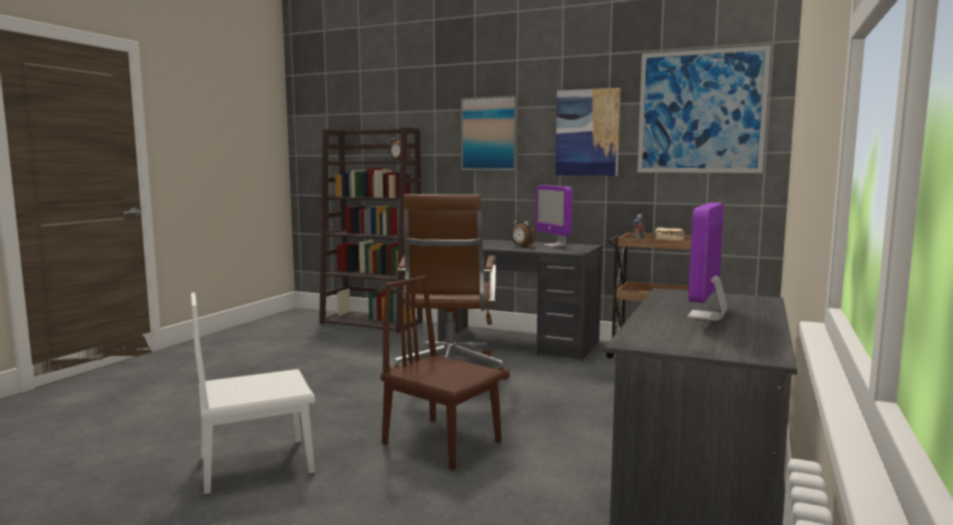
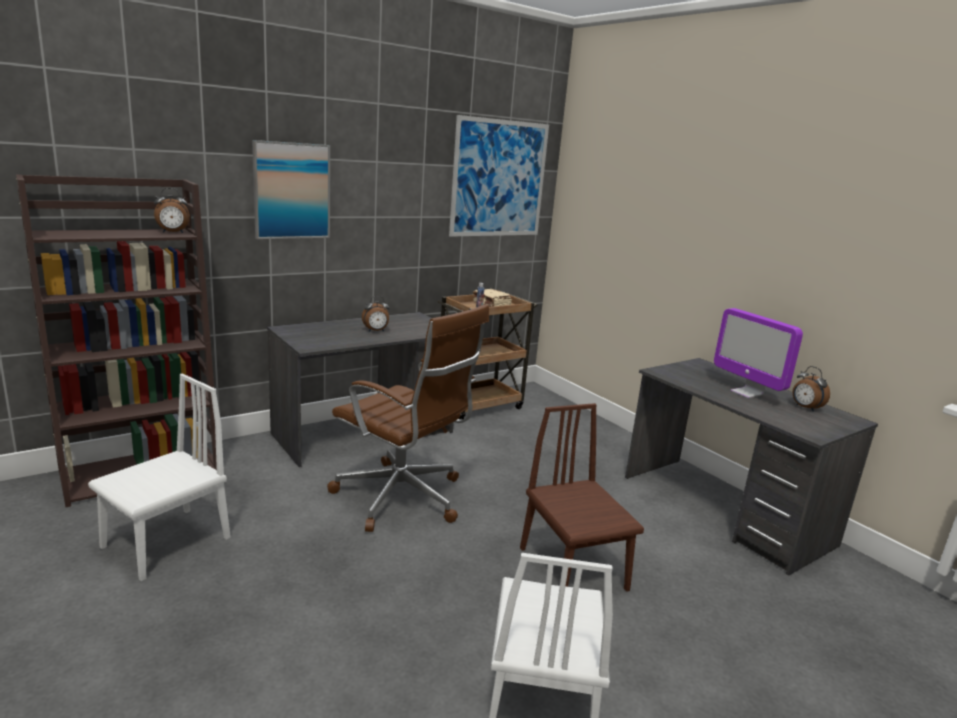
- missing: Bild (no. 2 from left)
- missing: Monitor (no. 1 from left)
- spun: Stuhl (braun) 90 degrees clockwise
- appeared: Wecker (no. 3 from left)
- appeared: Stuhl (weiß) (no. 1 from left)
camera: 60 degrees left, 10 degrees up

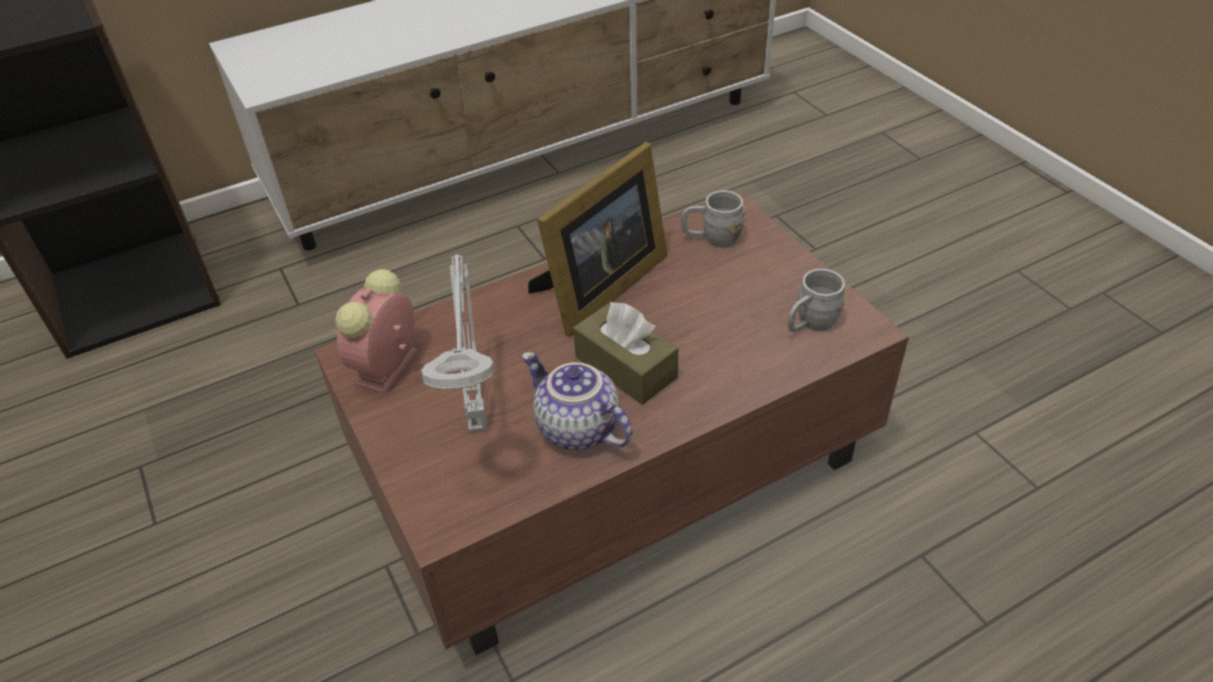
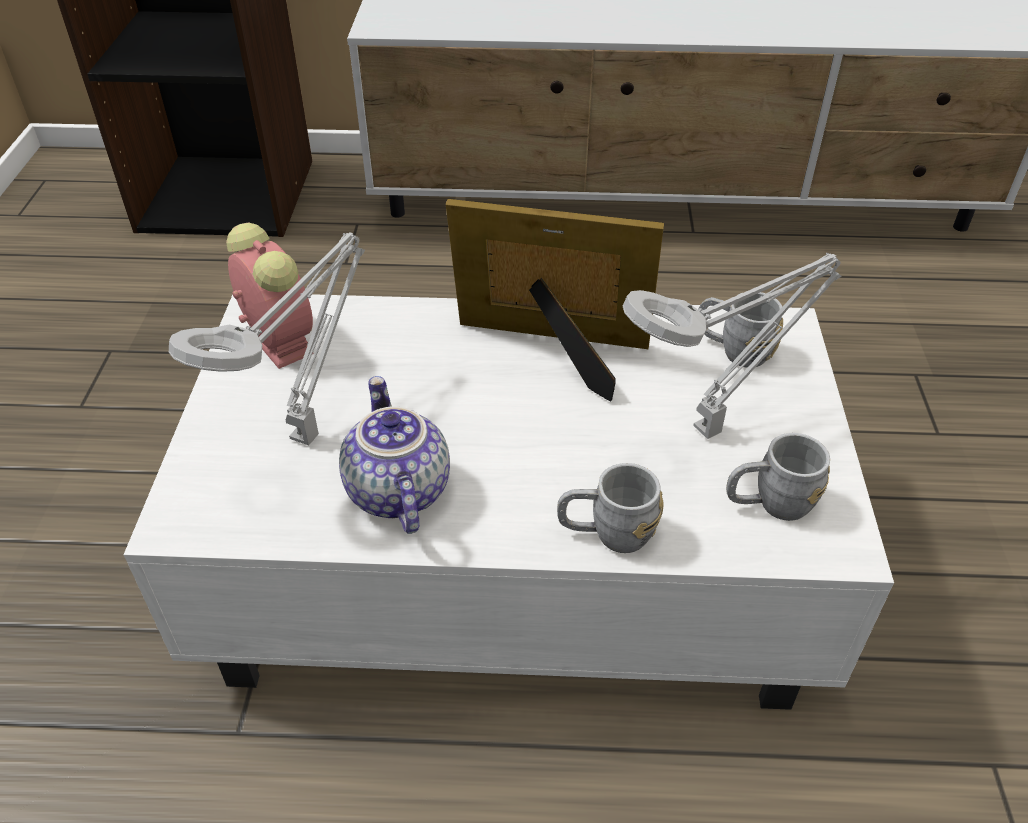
- spun: Bilderrahmen 150 degrees counterclockwise
- colour: Couchtisch (braun) to Couchtisch (weiß)
- spun: Wecker 90 degrees clockwise
- missing: Taschentuchbox (braun)
- appeared: Tischlampe (grau) (no. 2 from left)
- appeared: Henkelbecher (grau) (no. 1 from left)
camera: 30 degrees right, 0 degrees up

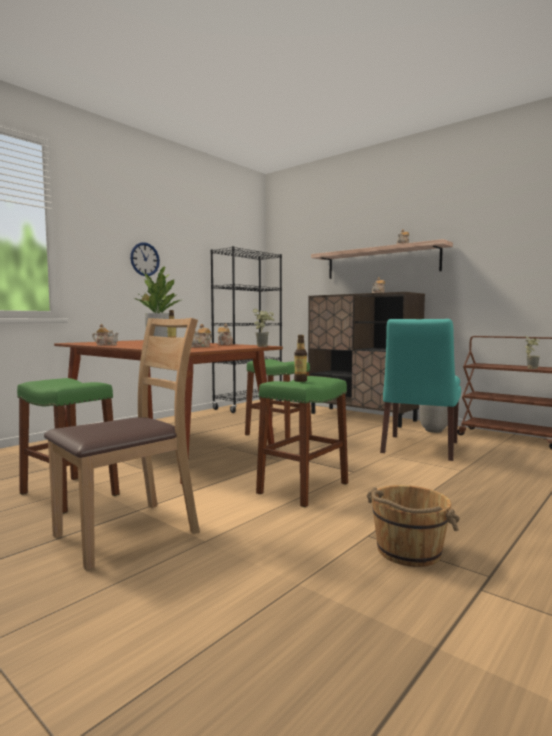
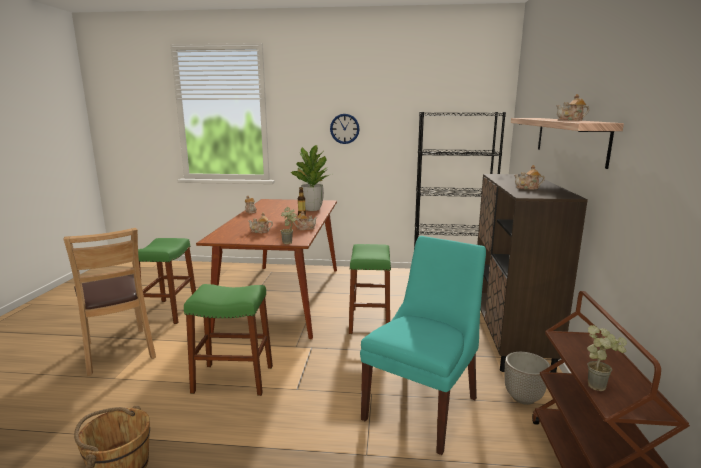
- spun: Stuhl (braun) 45 degrees clockwise
- spun: Stuhl (türkis) 135 degrees clockwise
- missing: Flasche (no. 2 from left)
camera: 55 degrees right, 10 degrees up

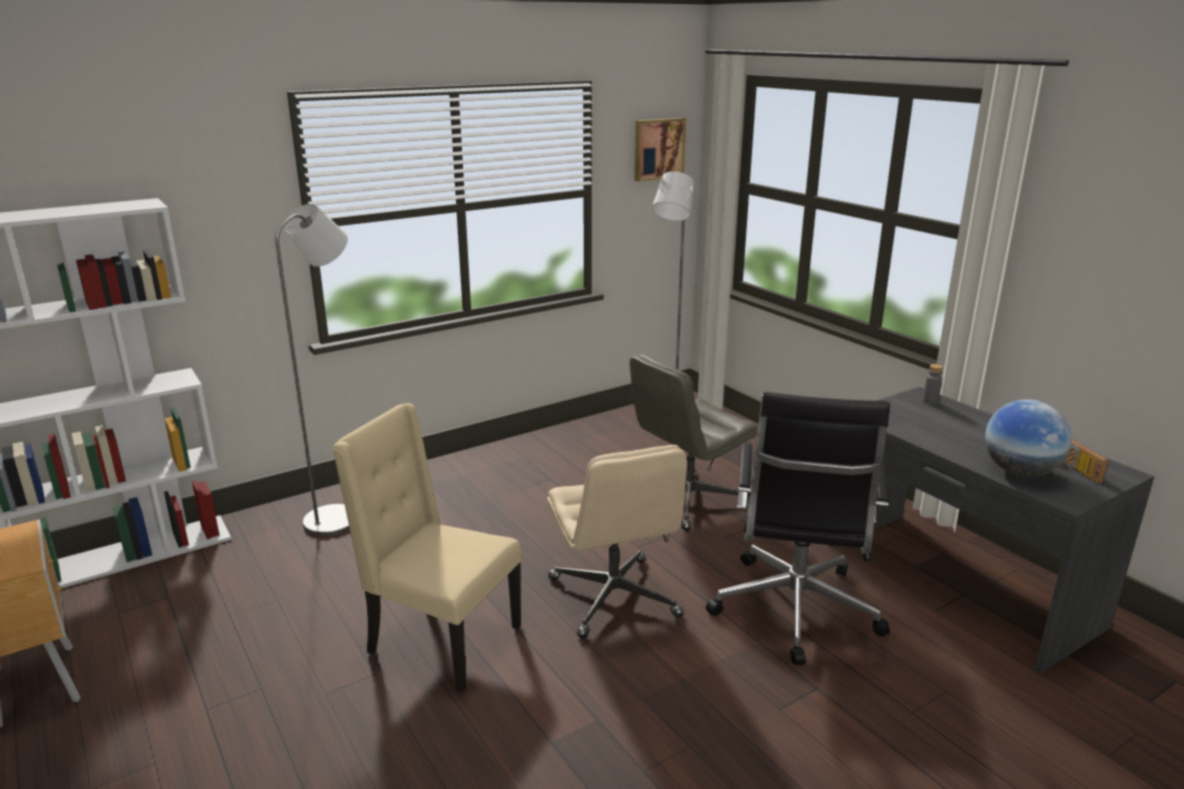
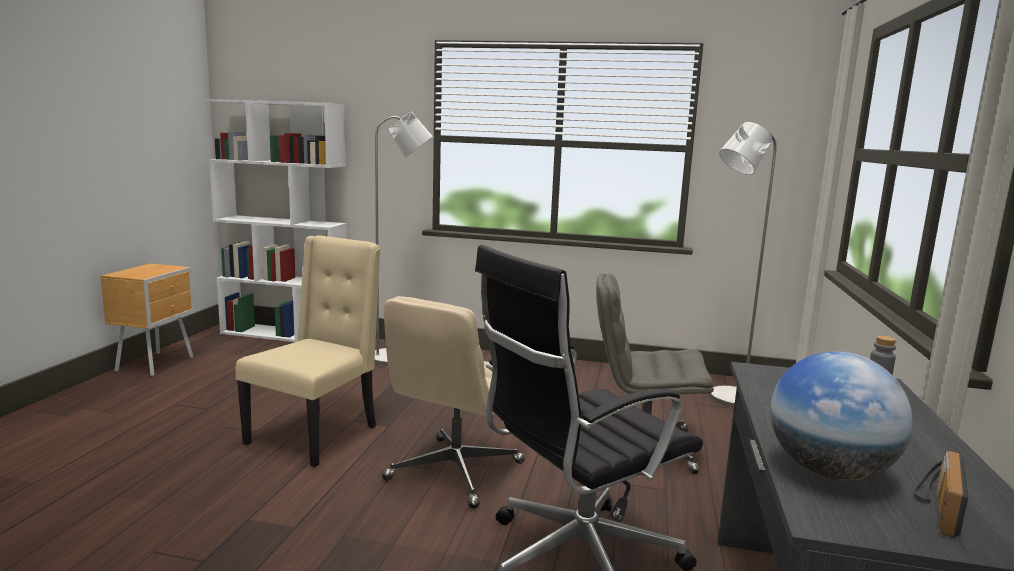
- missing: Bild
- spun: Stuhl (beige) 45 degrees clockwise
camera: 45 degrees right, 10 degrees down

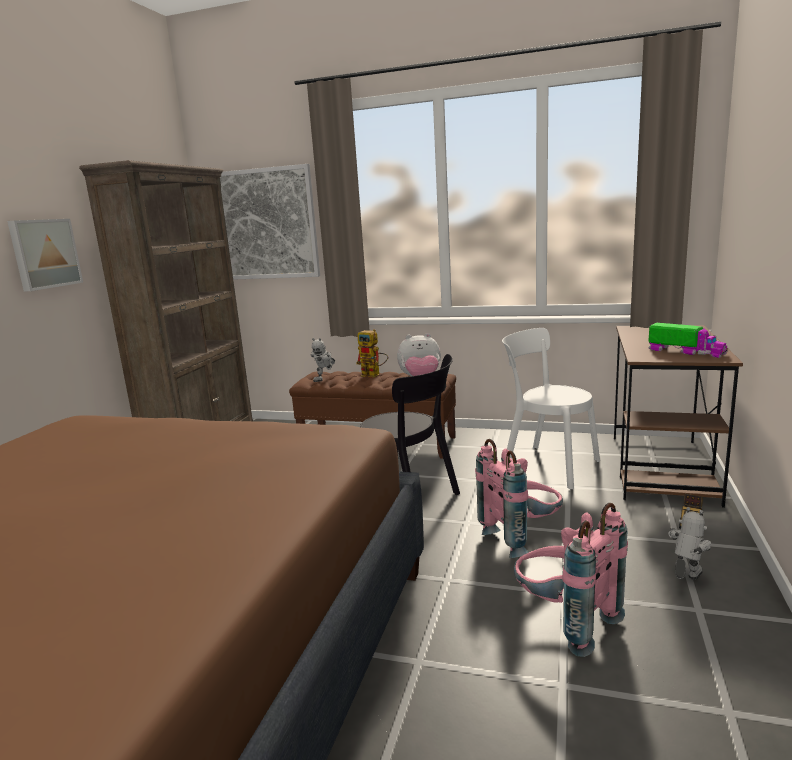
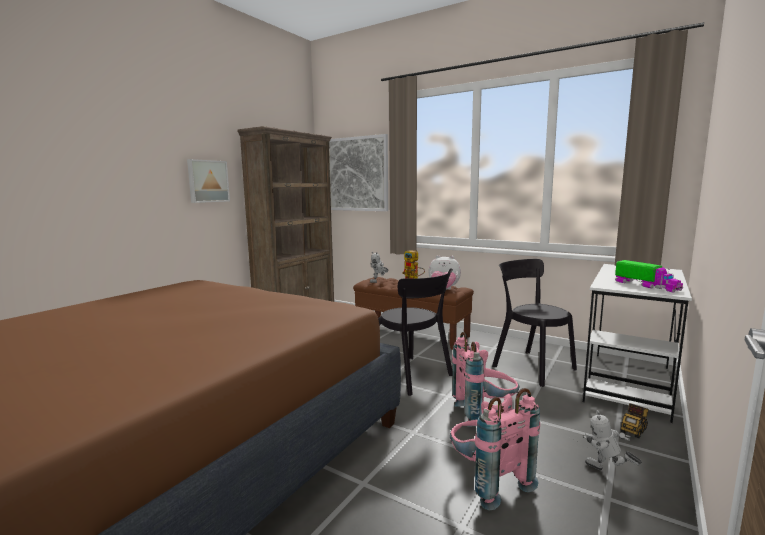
- colour: Schreibtisch (braun) to Schreibtisch (weiß)
- colour: Stuhl (weiß) to Stuhl (schwarz) (no. 2 from left)
- spun: Spielzeugroboter (no. 3 from left) 120 degrees counterclockwise
camera: 15 degrees right, 5 degrees down

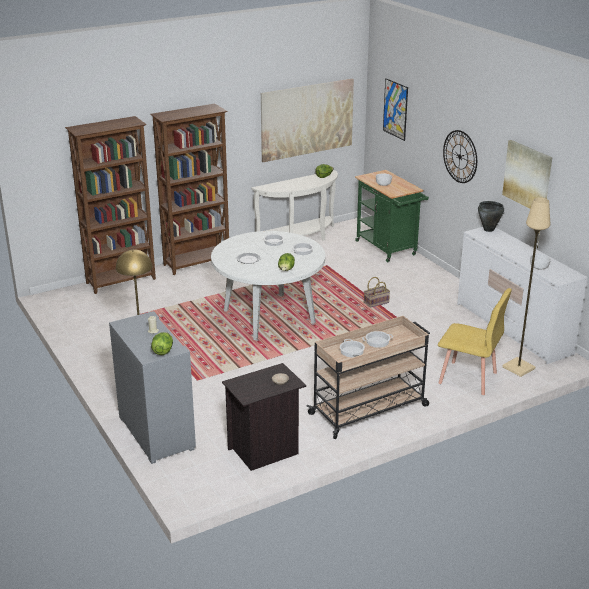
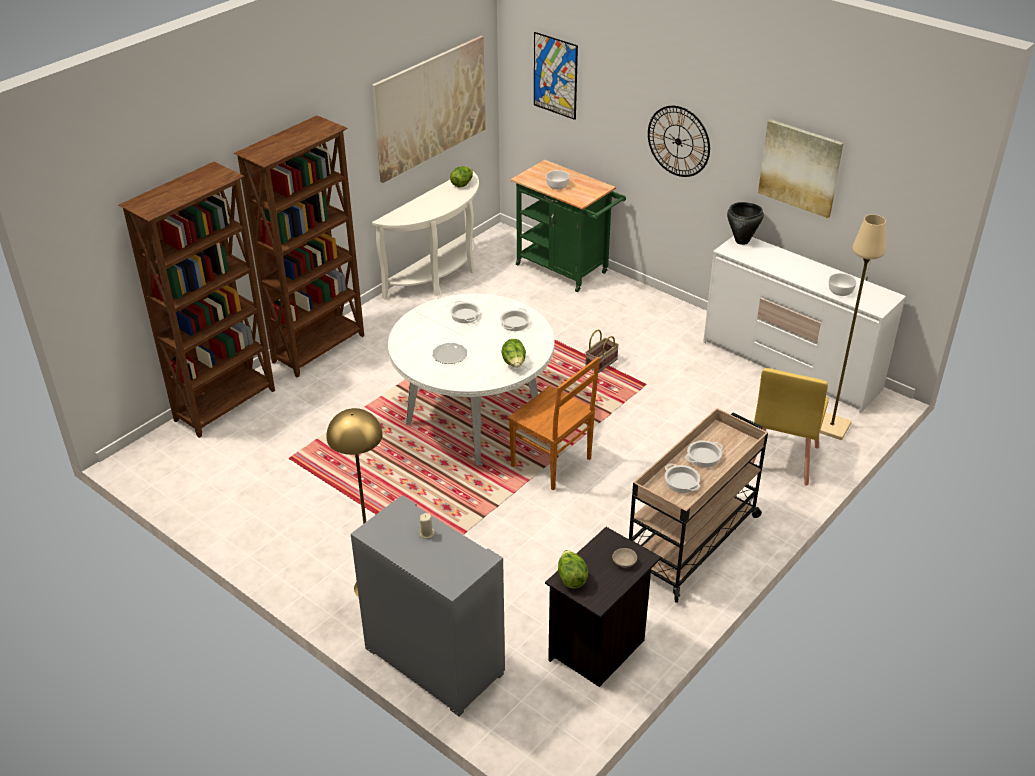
- spun: Stuhl (gelb) 105 degrees clockwise
- relocated: Salatkopf (no. 1 from left in the first image) to Salatkopf (no. 3 from left)
- appeared: Stuhl (braun)
camera: 20 degrees left, 10 degrees up

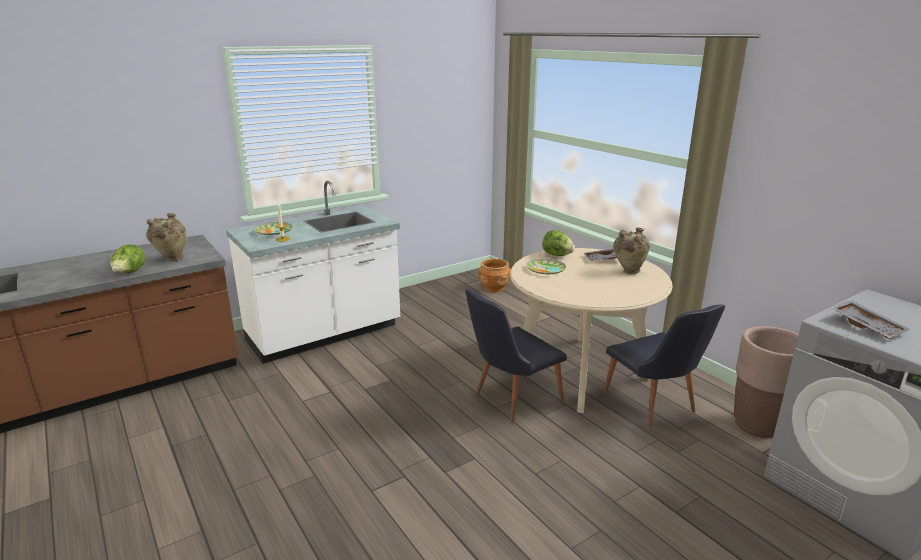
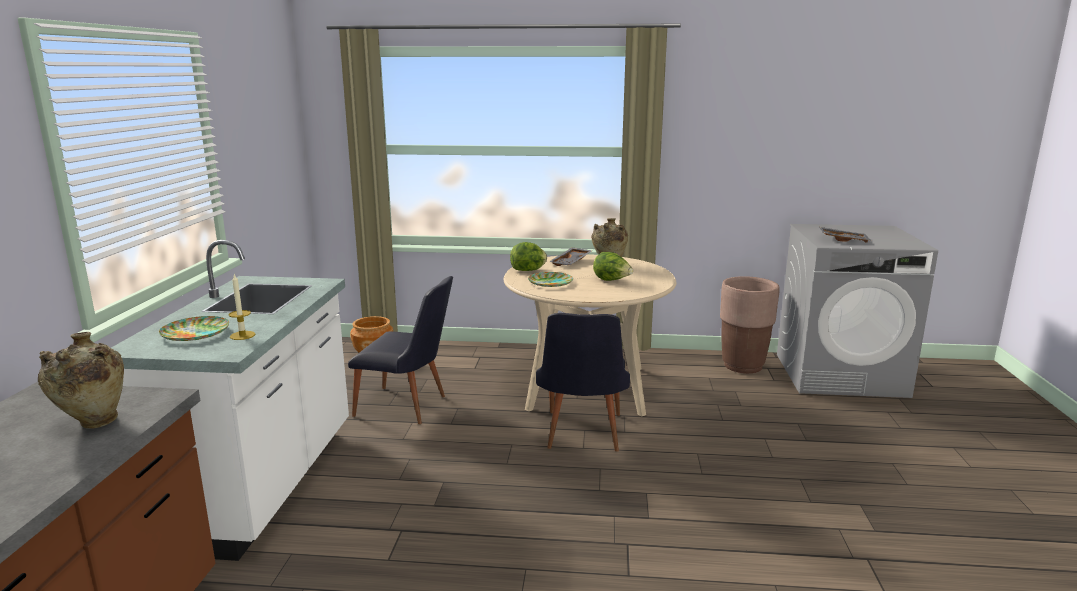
- relocated: Salatkopf (no. 1 from left in the first image) to Salatkopf (no. 2 from left)
- relocated: Stuhl (schwarz) (no. 2 from left in the first image) to Stuhl (schwarz) (no. 1 from left)
camera: 50 degrees left, 5 degrees down

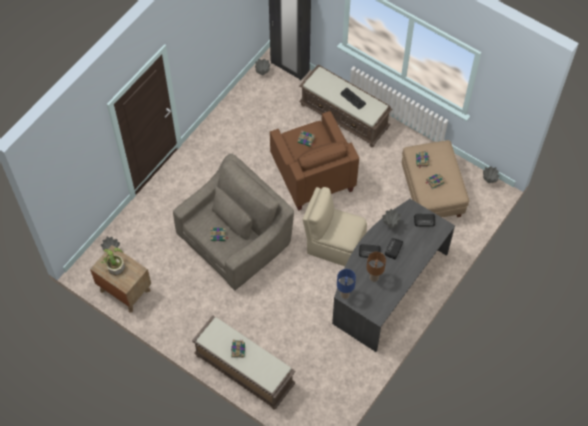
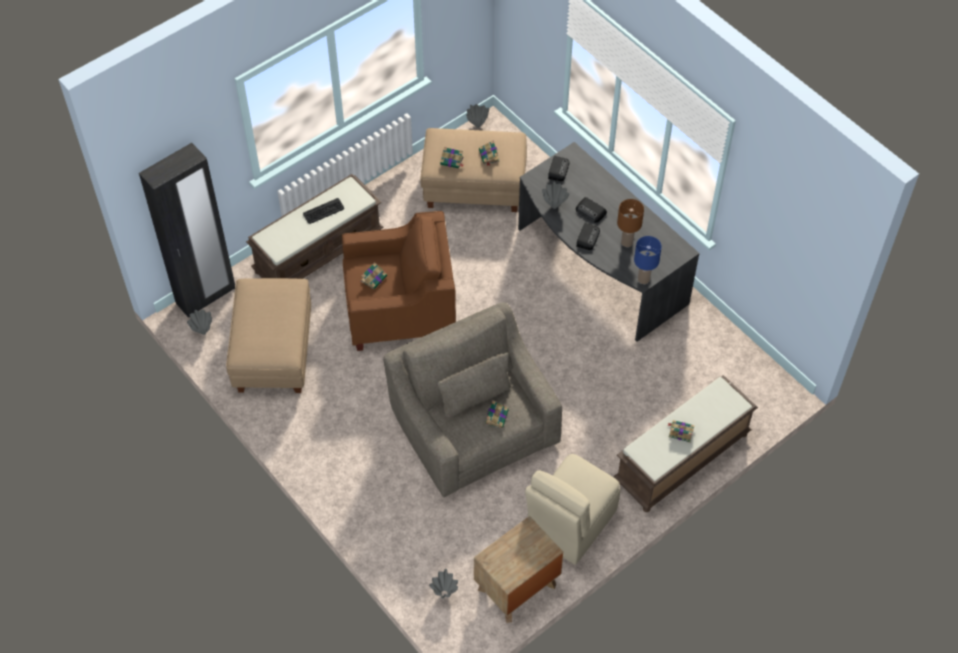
- relocated: Stuhl (beige)
- missing: Topfpflanze
- appeared: Polsterhocker (beige) (no. 1 from left)
camera: 75 degrees left, 5 degrees down

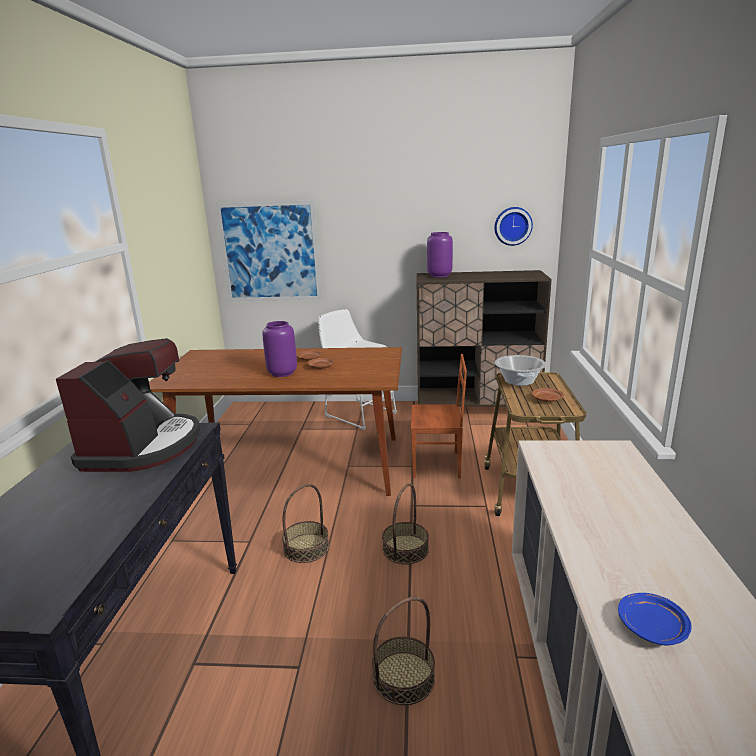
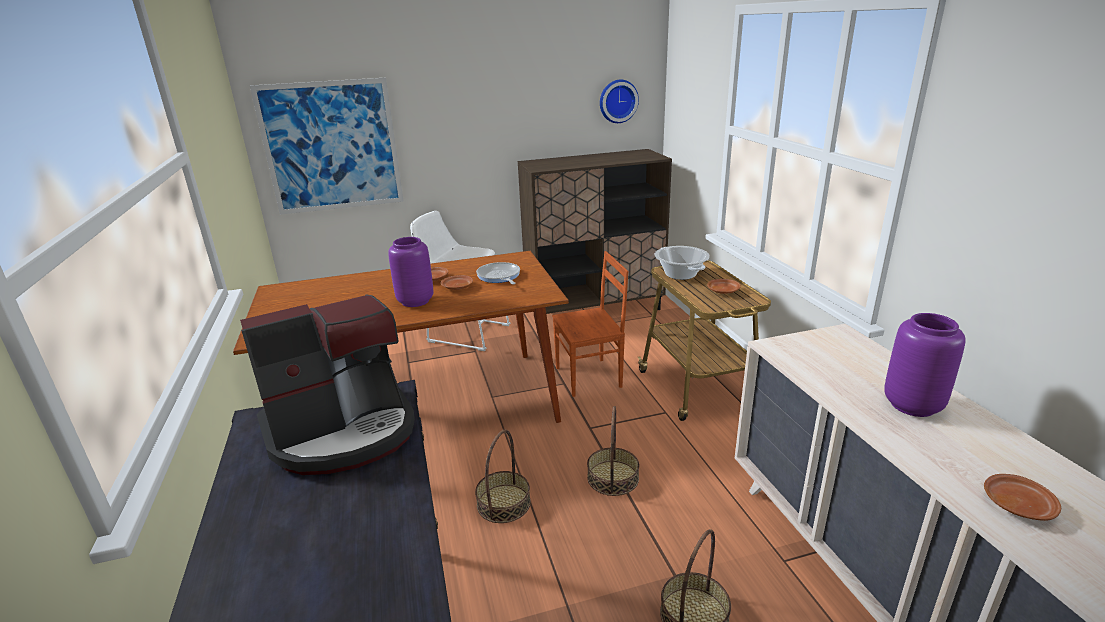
- relocated: Vase (lila) (no. 2 from left)
- spun: Kaffeemaschine 75 degrees clockwise
- colour: Teller (blau) to Teller (braun) (no. 4 from left)
- appeared: Pfanne
camera: 20 degrees left, 5 degrees up

